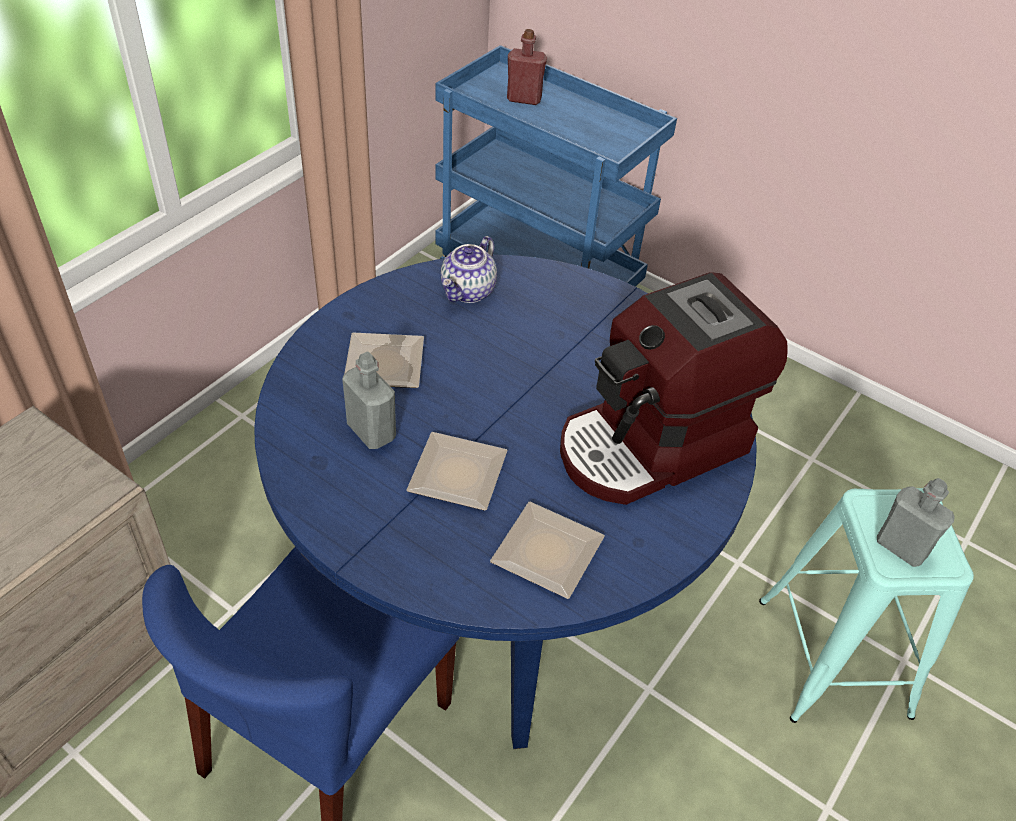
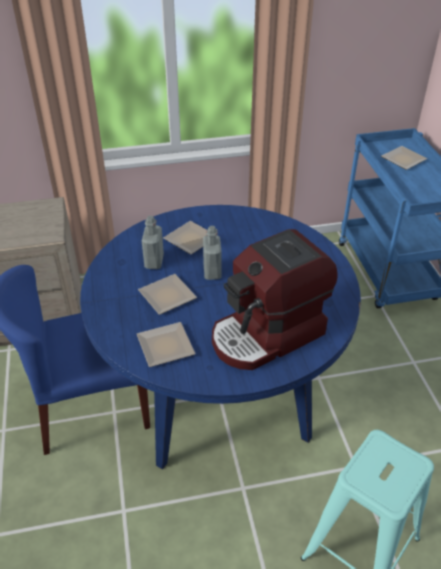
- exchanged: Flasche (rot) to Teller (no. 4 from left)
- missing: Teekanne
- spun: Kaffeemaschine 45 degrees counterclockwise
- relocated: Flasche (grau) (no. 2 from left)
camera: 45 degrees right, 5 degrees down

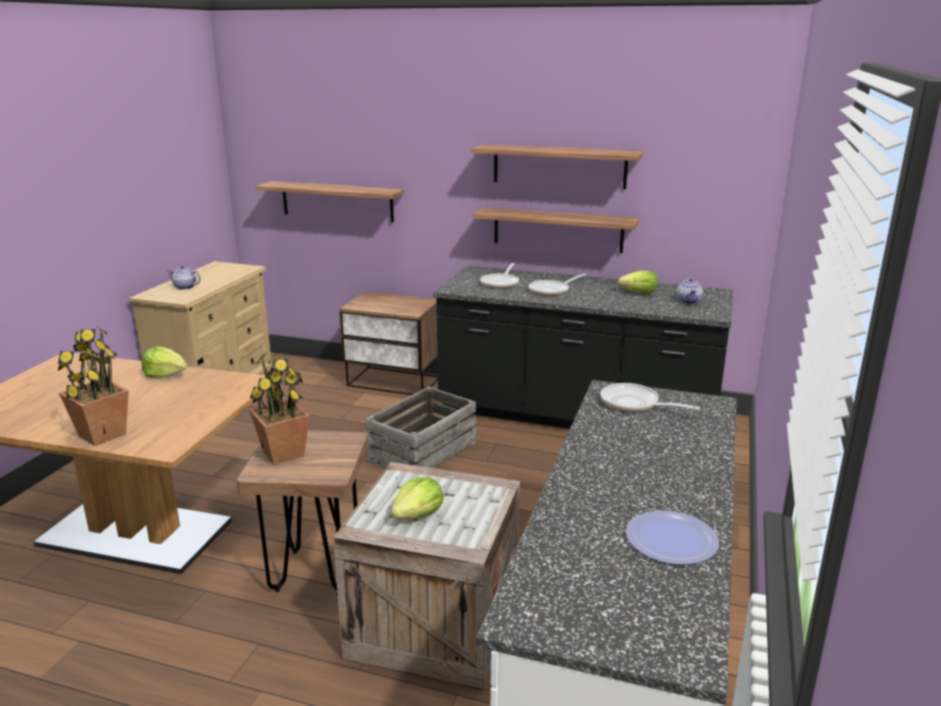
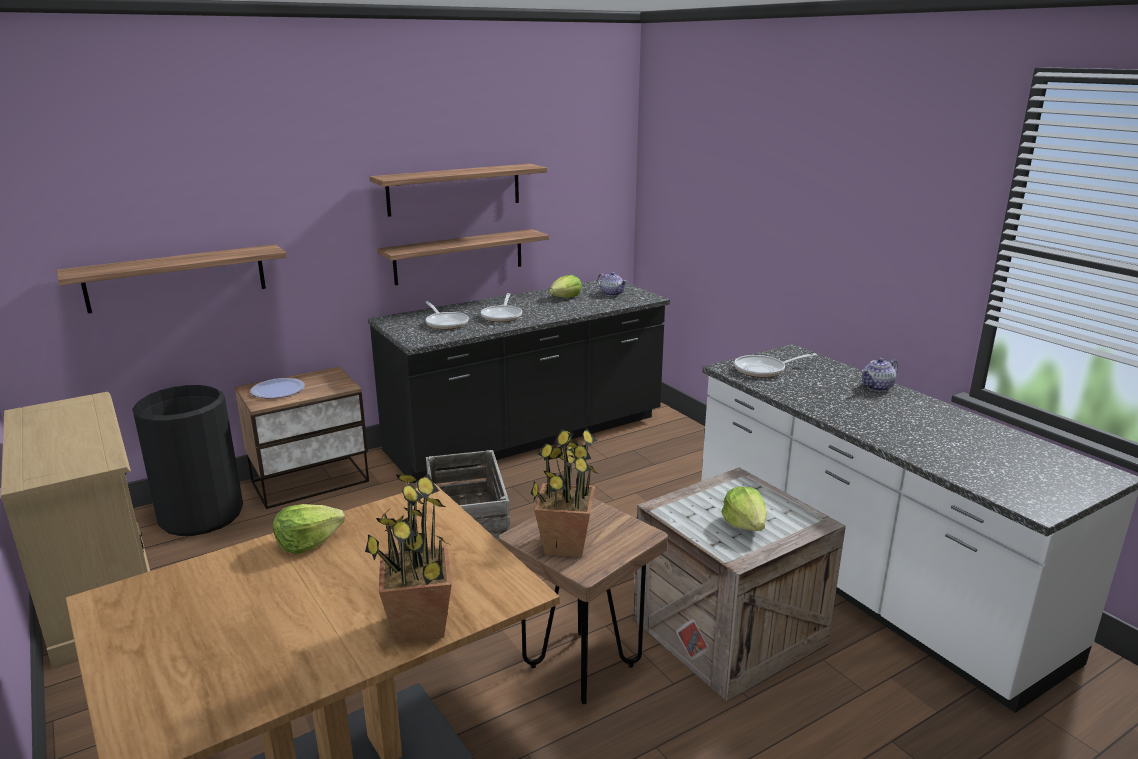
- relocated: Teekanne (no. 1 from left in the first image) to Teekanne (no. 2 from left)
- relocated: Teller
- appeared: Mülleimer (schwarz)
camera: 50 degrees left, 0 degrees up

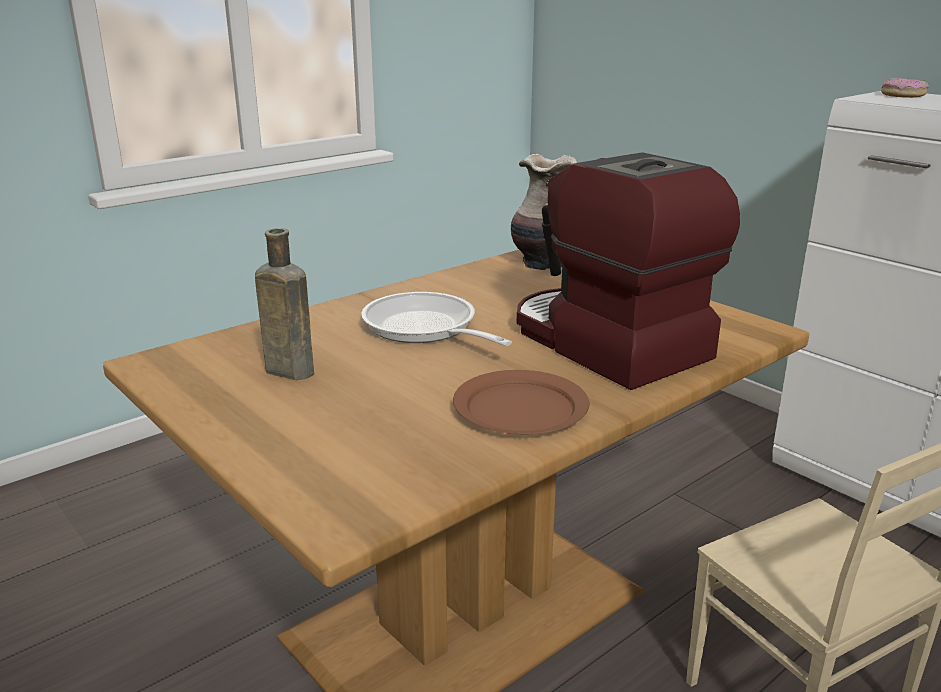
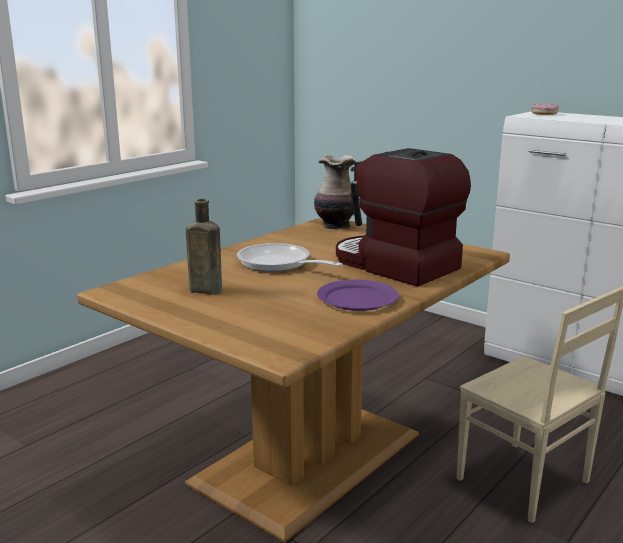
- colour: Teller (braun) to Teller (lila)
camera: 10 degrees left, 5 degrees down

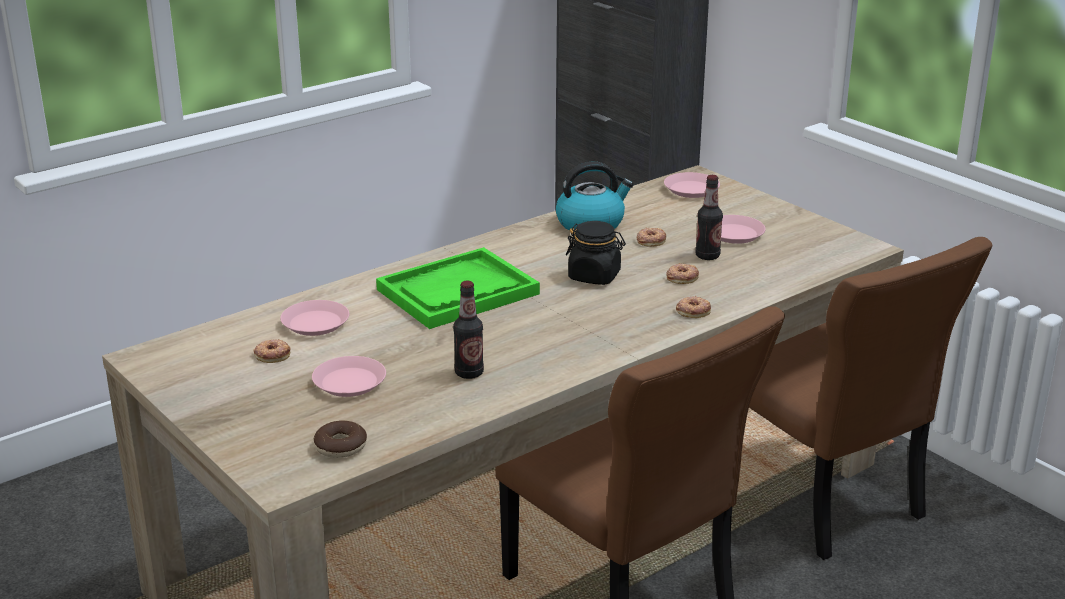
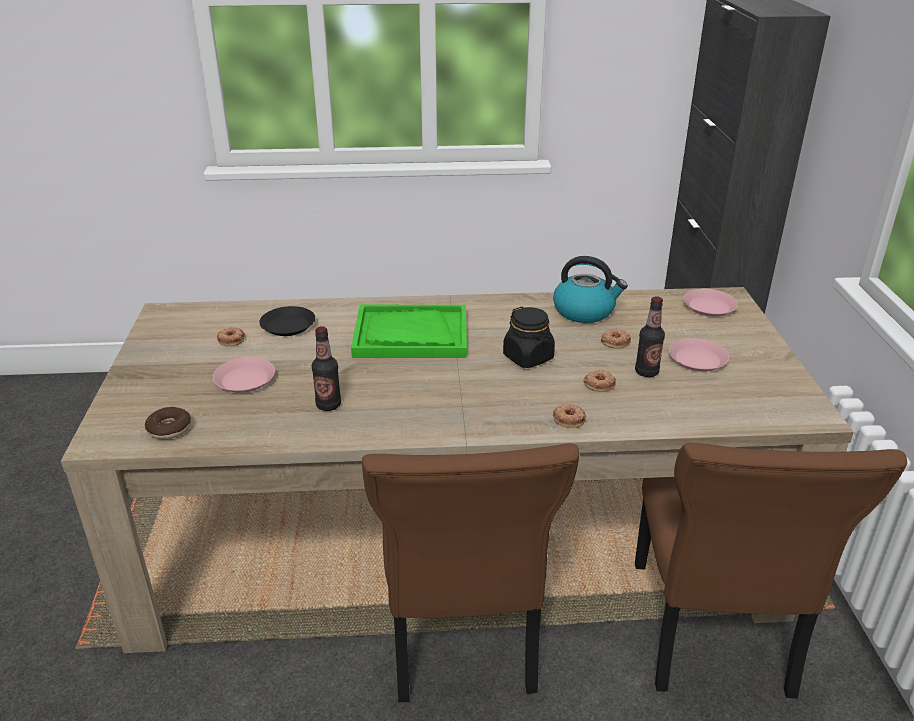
- colour: Teller (rosa) (no. 1 from left) to Teller (schwarz)
camera: 35 degrees right, 5 degrees up

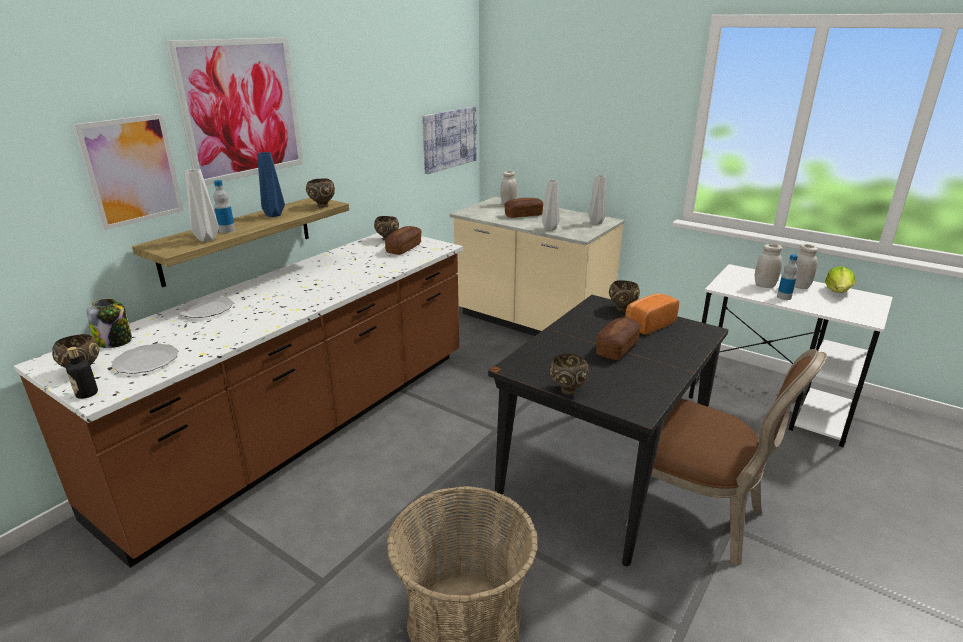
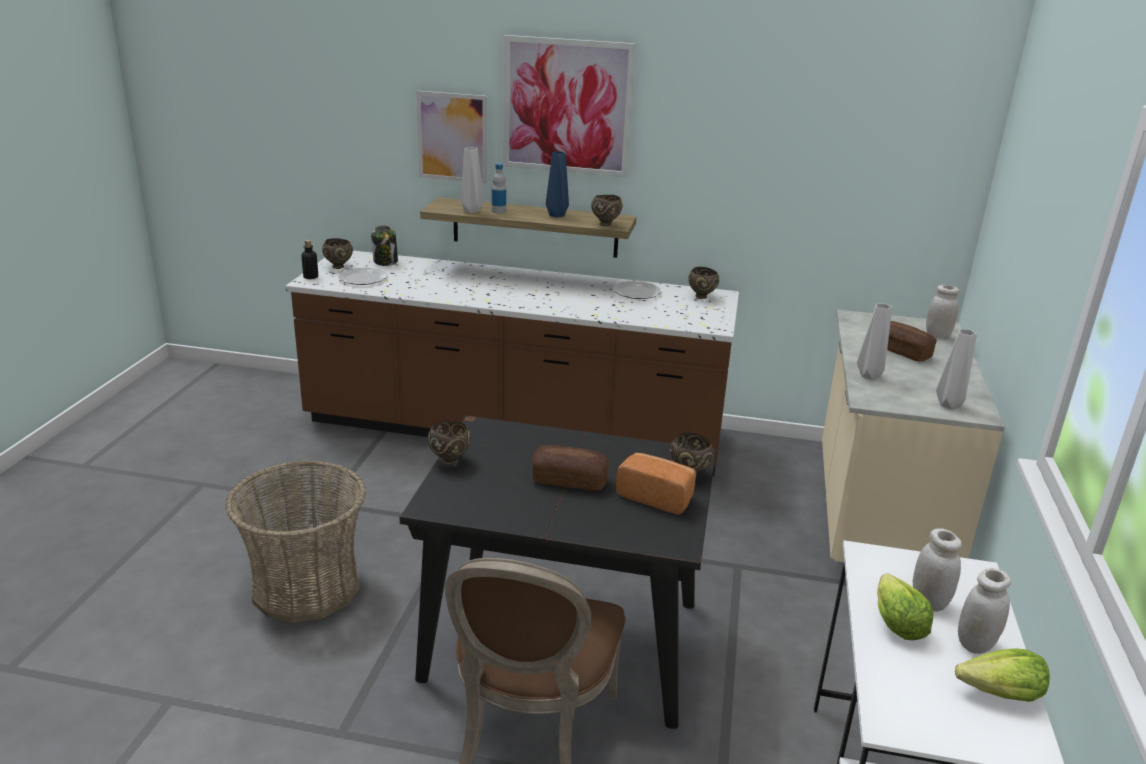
- missing: Bild (no. 3 from left)
- missing: Brot (no. 1 from left)
- exchanged: Flasche (no. 3 from left) to Salatkopf (no. 1 from left)
- relocated: Teller (no. 2 from left)
camera: 65 degrees right, 0 degrees up

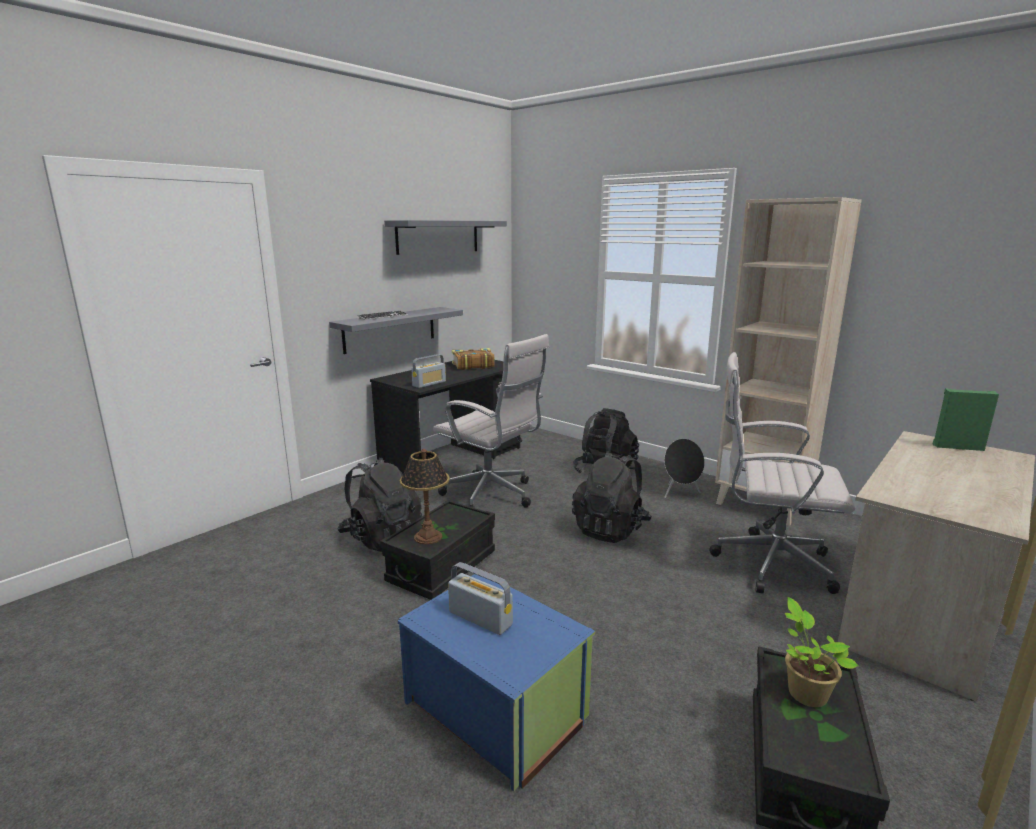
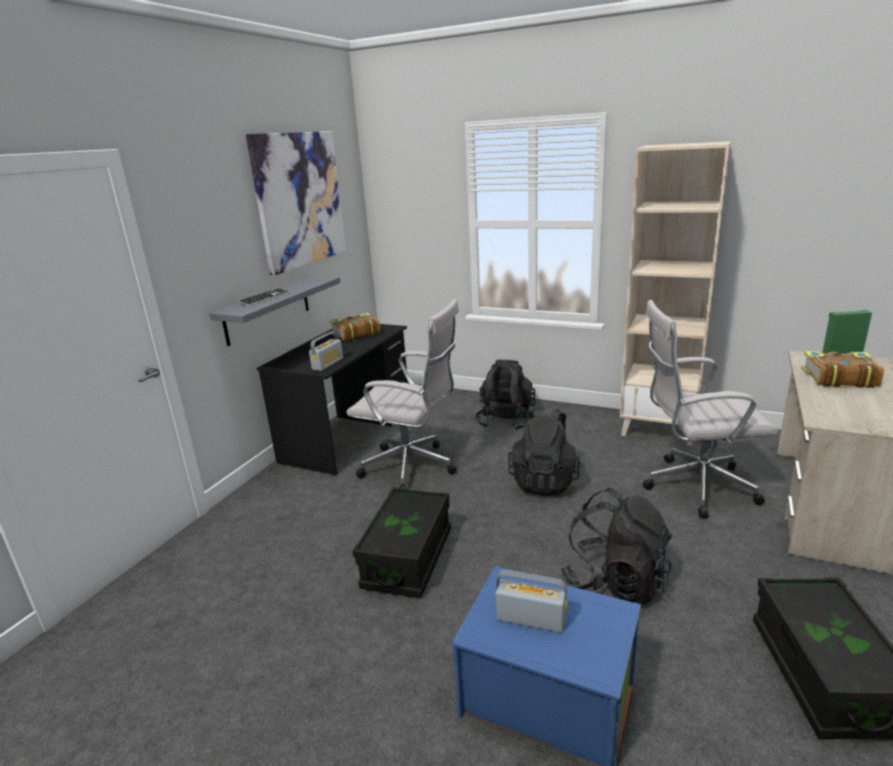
- exchanged: Wandregal (grau) (no. 2 from left) to Bild
- missing: Lautsprecher (schwarz)
- missing: Tischlampe
- relocated: Rucksack (schwarz) (no. 1 from left in the first image) to Rucksack (schwarz) (no. 3 from left)
- missing: Topfpflanze
- appeared: Buch (no. 2 from left)
camera: 15 degrees left, 5 degrees up

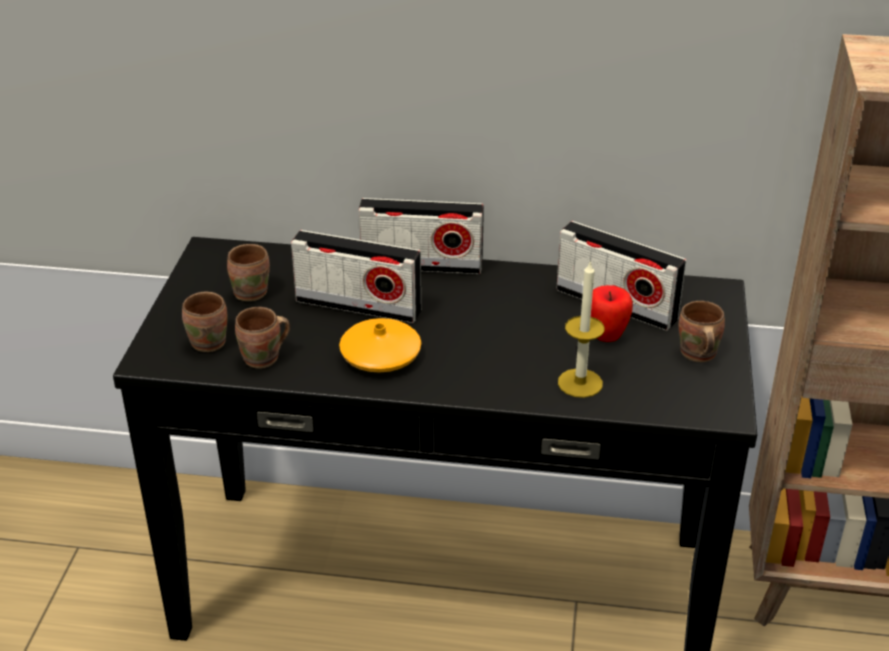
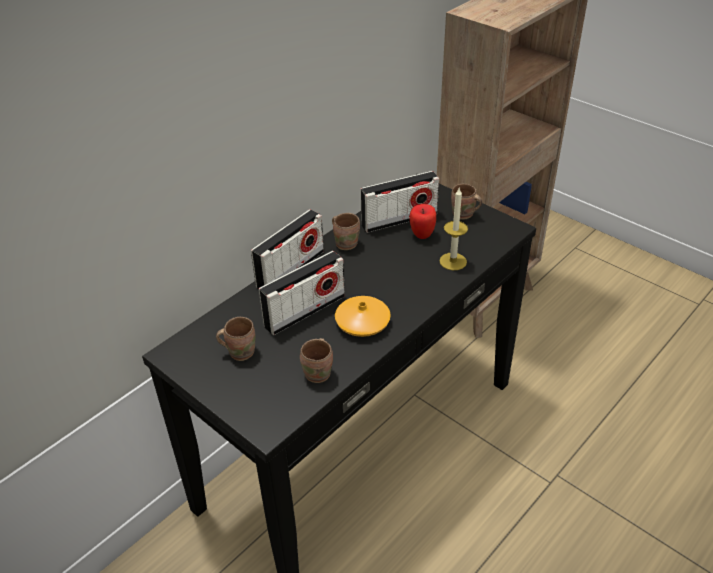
- relocated: Henkelbecher (braun) (no. 1 from left in the first image) to Henkelbecher (braun) (no. 3 from left)
camera: 55 degrees left, 5 degrees up

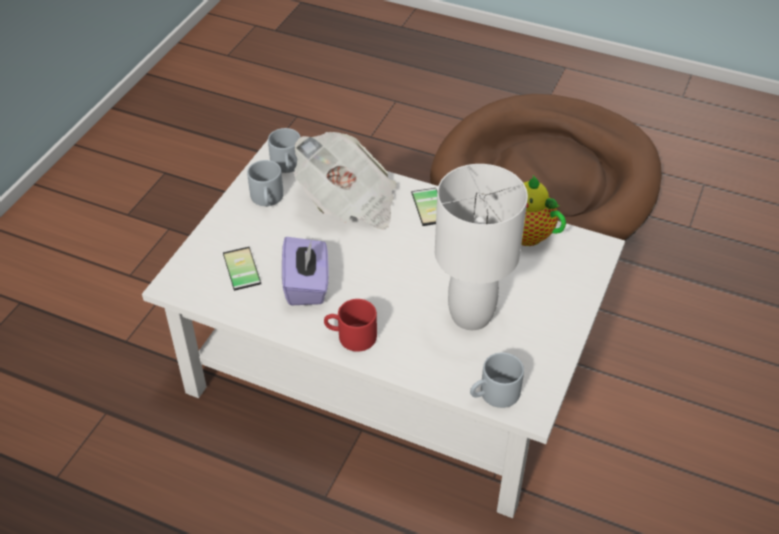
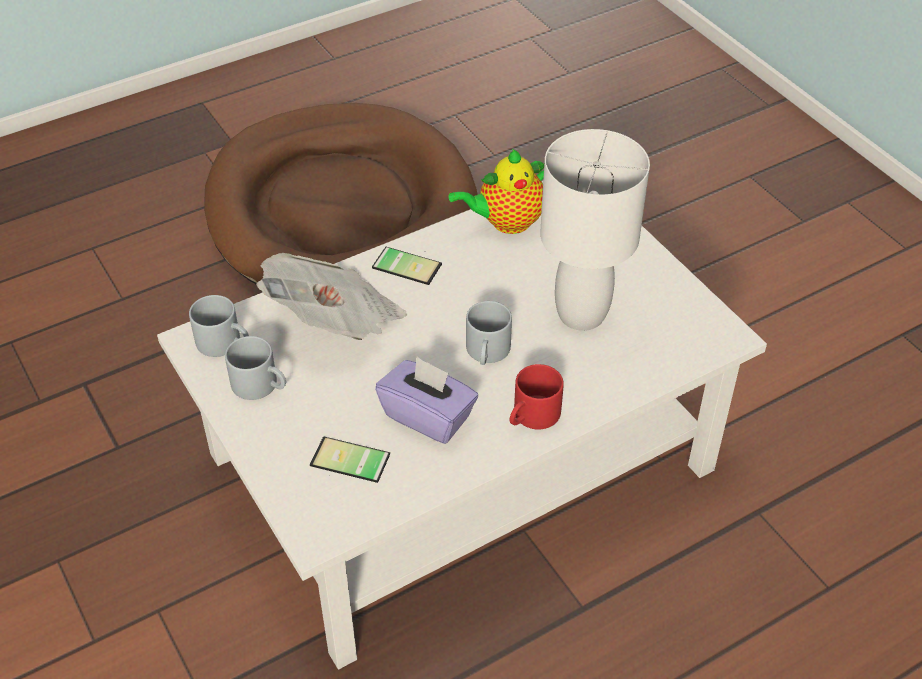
- relocated: Henkelbecher (grau) (no. 3 from left)
camera: 55 degrees left, 0 degrees up

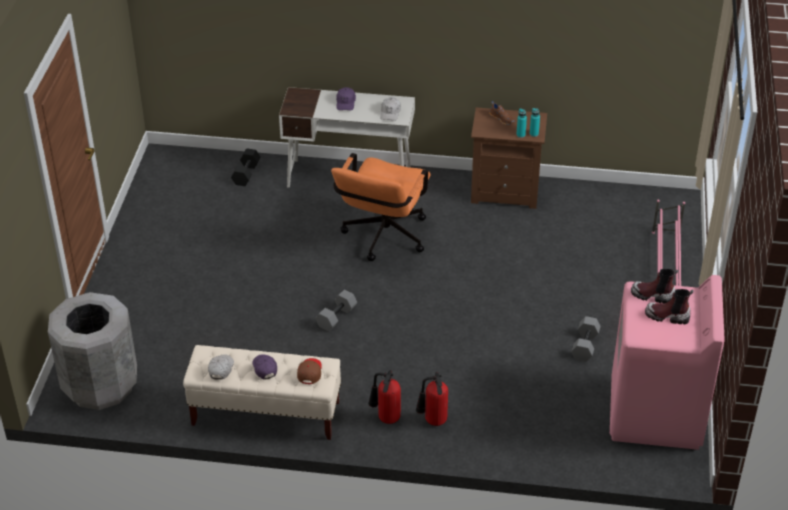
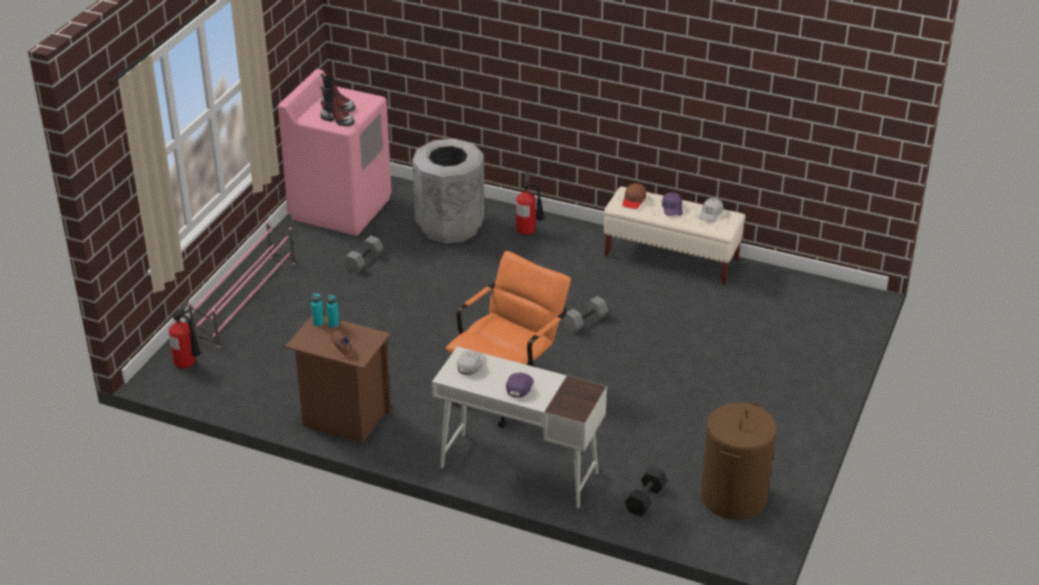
- relocated: Mülleimer (grau)
- relocated: Feuerlöscher (no. 1 from left)
- appeared: Wäschekorb (braun)
camera: 165 degrees left, 5 degrees down

